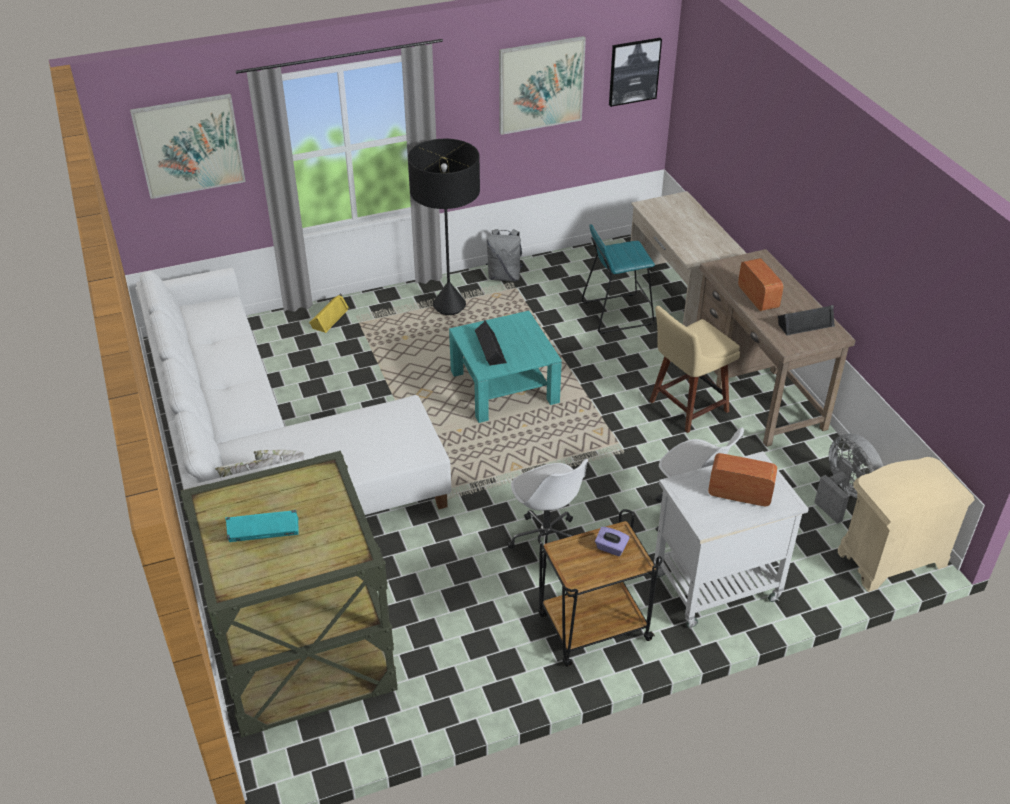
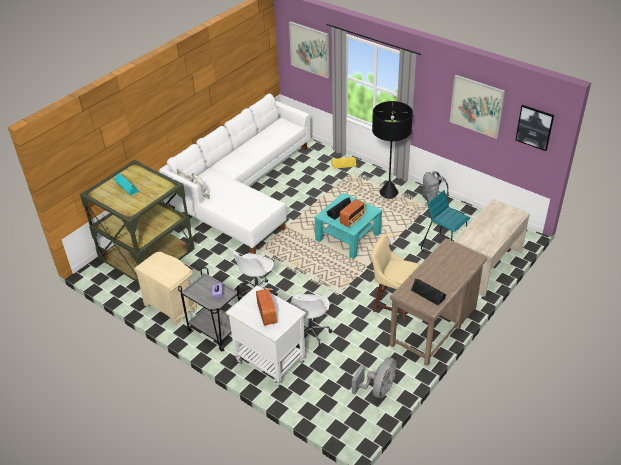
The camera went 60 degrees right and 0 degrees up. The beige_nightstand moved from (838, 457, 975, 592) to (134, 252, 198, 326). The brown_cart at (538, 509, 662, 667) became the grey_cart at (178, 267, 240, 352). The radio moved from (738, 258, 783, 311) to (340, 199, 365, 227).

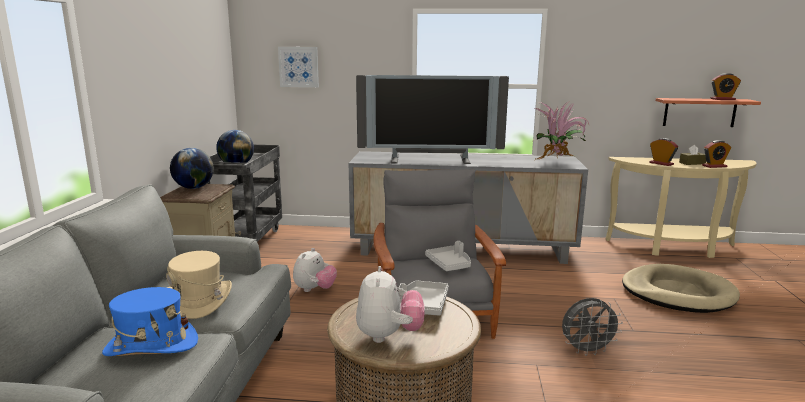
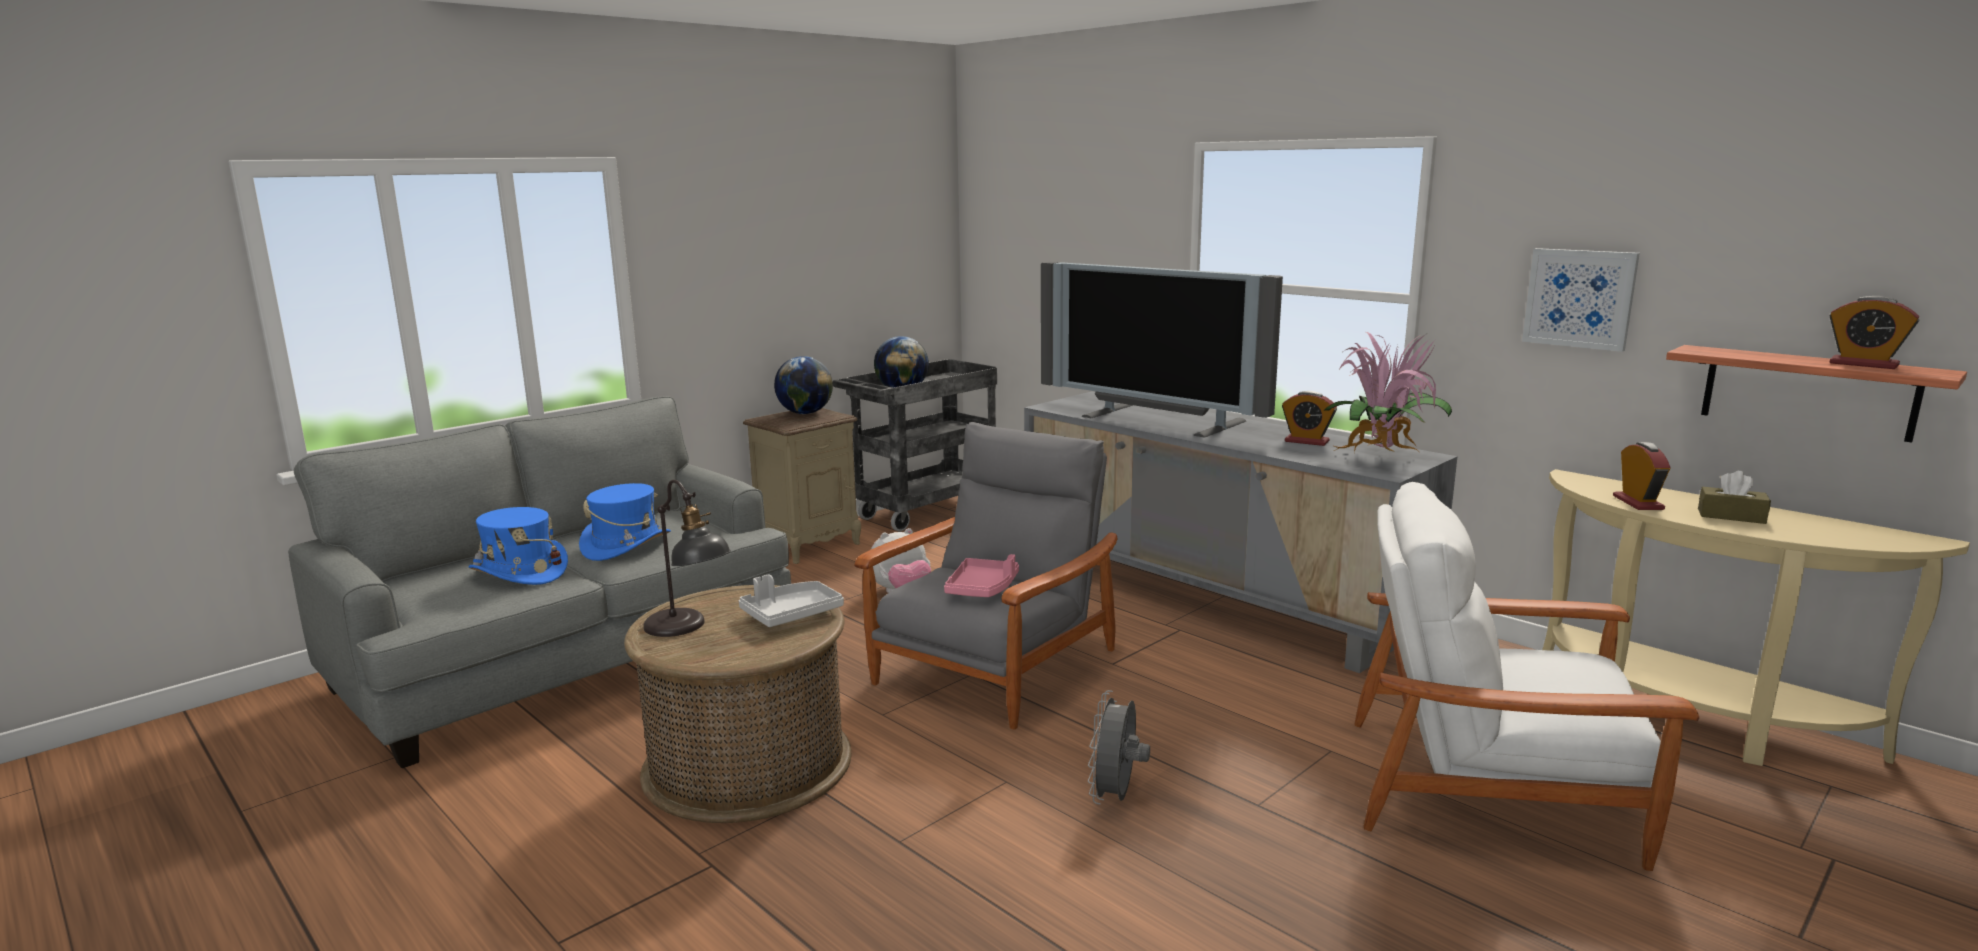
The camera went 40 degrees right and 0 degrees up. The beige_hat at (166, 251, 232, 319) became the blue_hat at (579, 483, 671, 561). The plush_toy at (356, 266, 425, 343) was replaced by the grey_table_lamp at (643, 480, 731, 637). The grey_tray at (425, 241, 471, 271) became the pink_tray at (944, 554, 1019, 597). The grey_fan at (562, 298, 623, 356) turned 75 degrees clockwise. The alarm_clock moved from (702, 140, 731, 168) to (1282, 391, 1337, 446). The beige_dog_bed at (622, 264, 740, 313) was replaced by the white_armchair at (1355, 482, 1699, 871). The picture moved from (278, 47, 319, 87) to (1522, 248, 1640, 352).

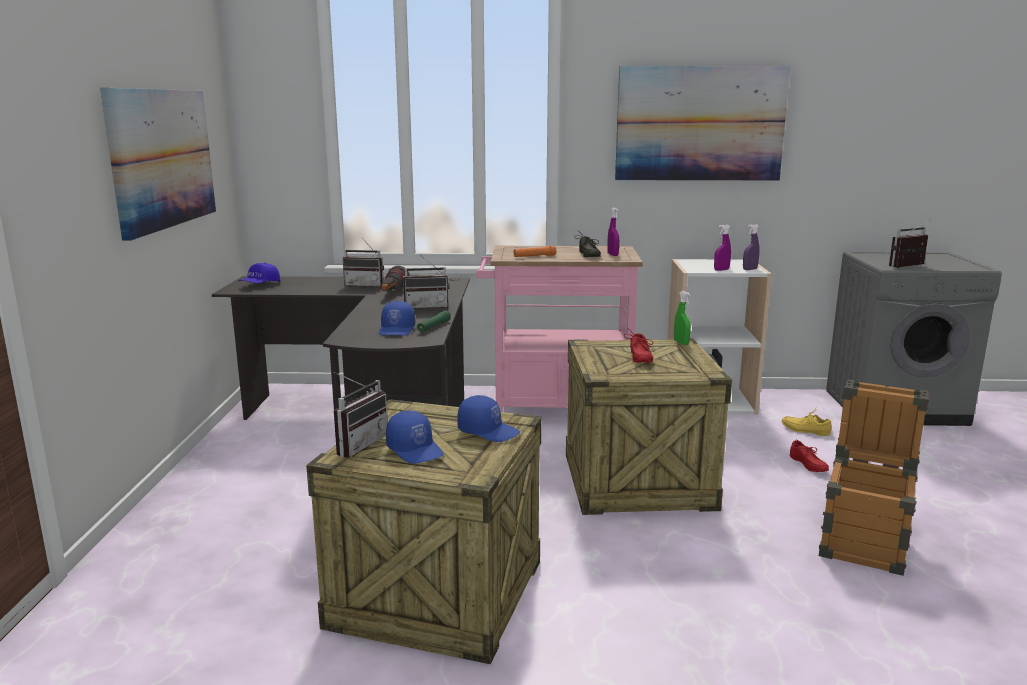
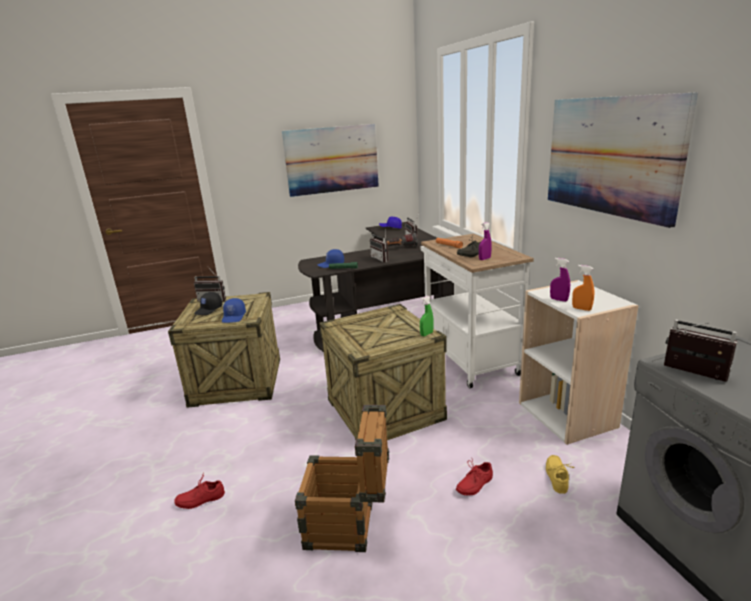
The camera went 70 degrees right and 5 degrees up. The red_shoe moved from (624, 328, 653, 363) to (174, 472, 225, 509). The blue_cap at (386, 411, 444, 464) became the black_cap at (194, 292, 222, 315). The pink_cart at (476, 246, 643, 412) became the white_cart at (420, 234, 534, 388). The purple_spray_bottle at (743, 224, 760, 270) became the orange_spray_bottle at (572, 265, 595, 311).

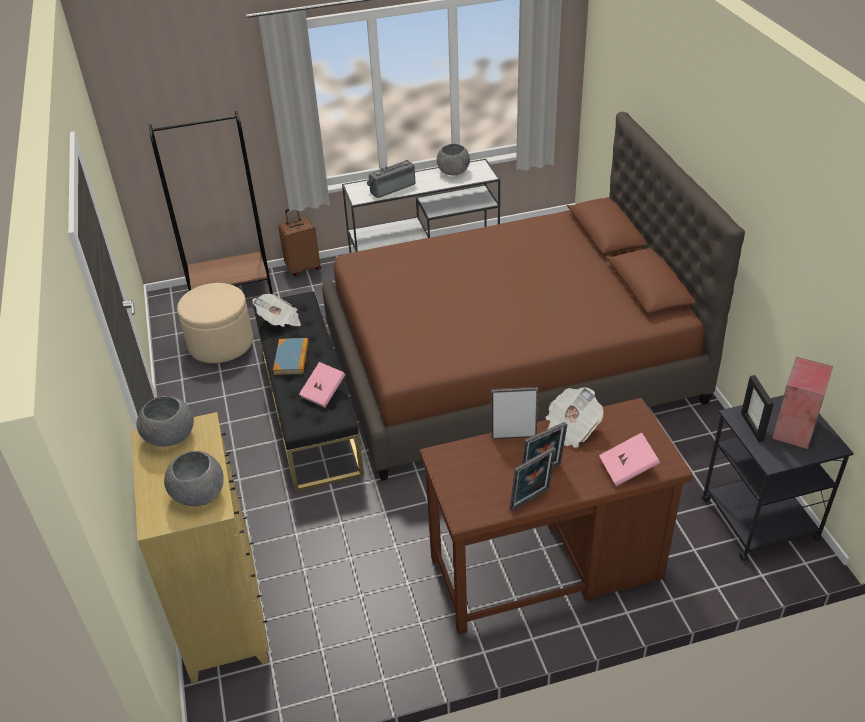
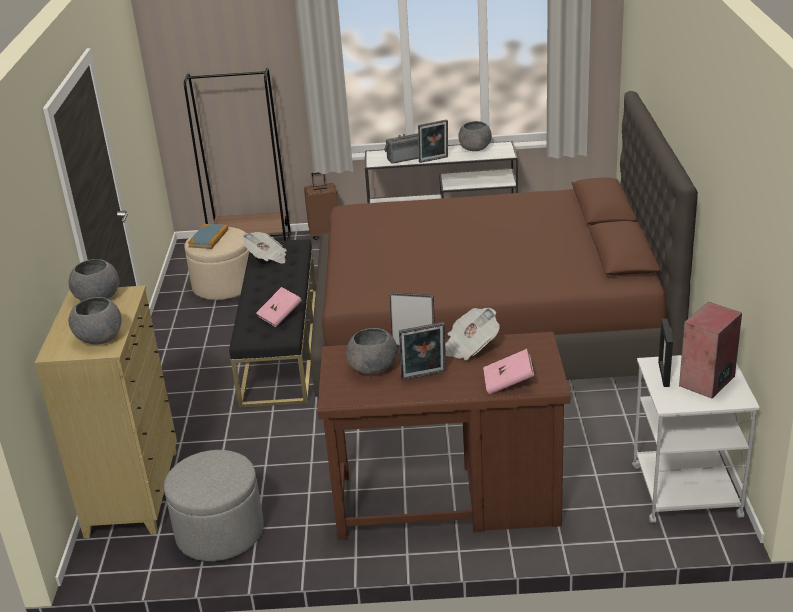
The camera went 15 degrees right and 10 degrees down. The grey_ottoman at (164, 450, 263, 561) appeared. The book moved from (273, 338, 309, 375) to (188, 224, 228, 249). The grey_bowl at (346, 328, 397, 375) appeared. The picture_frame moved from (510, 447, 556, 511) to (418, 119, 448, 163). The black_cart at (701, 395, 854, 561) became the white_cart at (632, 355, 760, 523).

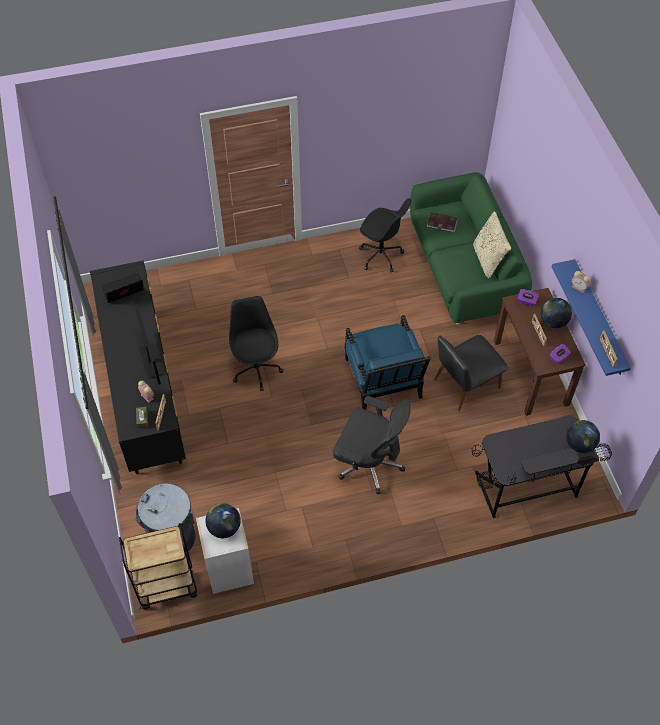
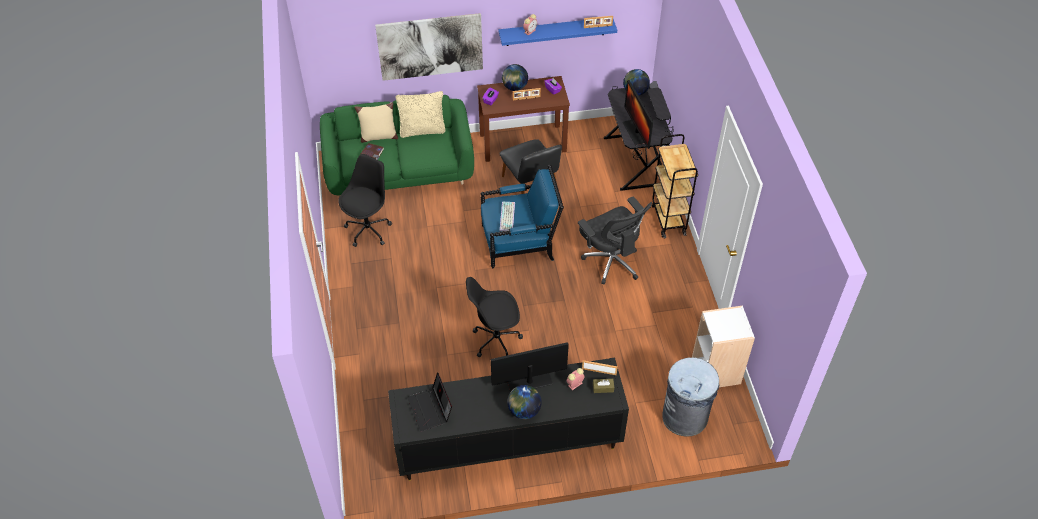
The camera went 85 degrees left and 5 degrees down. The beige_pillow at (354, 102, 398, 143) appeared. The picture at (375, 13, 483, 81) appeared. The keyboard at (499, 202, 515, 231) appeared. The globe moved from (205, 503, 241, 538) to (507, 385, 542, 419). The office_chair at (333, 396, 411, 494) turned 120 degrees clockwise. The monitor at (623, 80, 653, 149) appeared. The brown_cart moved from (119, 523, 197, 610) to (652, 134, 698, 238).

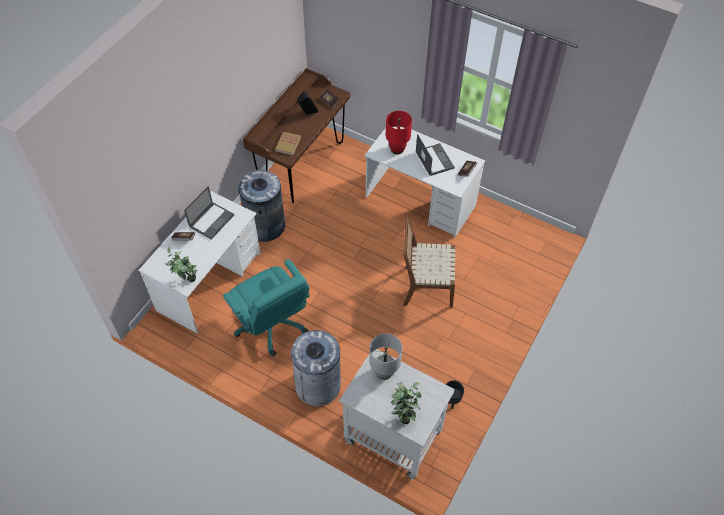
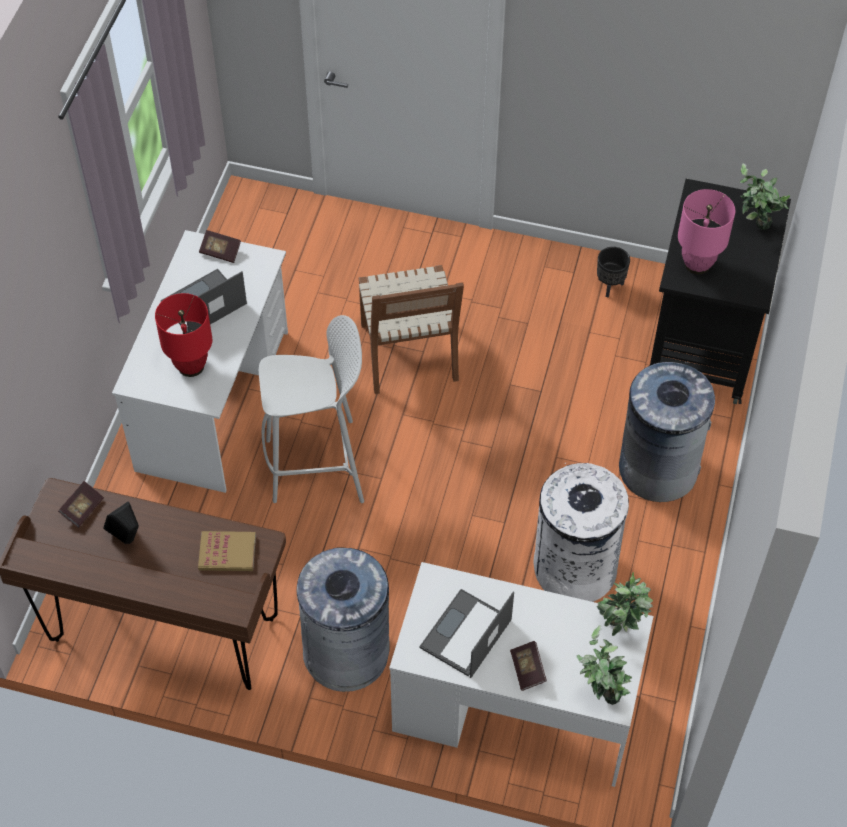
The camera went 105 degrees left and 0 degrees up. The white_stool at (259, 315, 364, 503) appeared. The laptop at (184, 186, 234, 240) turned 75 degrees counterclockwise. The turquoise_office_chair at (223, 259, 310, 357) was replaced by the white_trash_can at (533, 462, 629, 602). The potted_plant at (577, 625, 632, 705) appeared. The white_cart at (339, 349, 455, 480) became the black_cart at (650, 179, 791, 404). The white_table_lamp at (369, 334, 402, 380) became the pink_table_lamp at (678, 189, 735, 274).

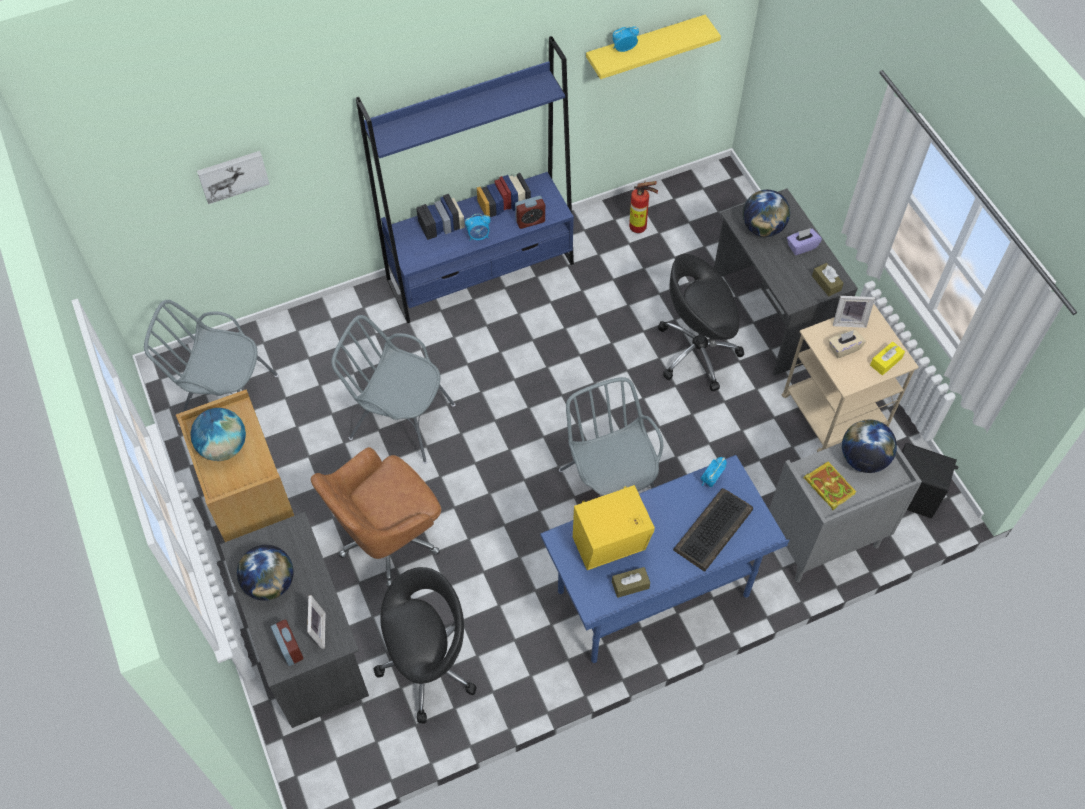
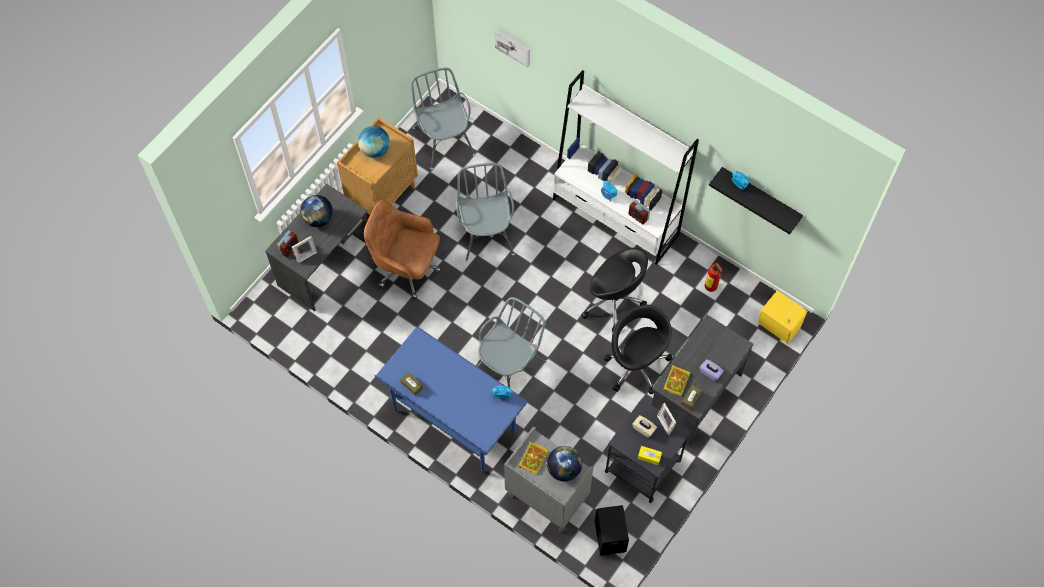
The camera went 60 degrees right and 5 degrees up. The blue_bookcase at (356, 36, 574, 323) became the white_bookcase at (553, 70, 699, 265). The black_office_chair moved from (374, 567, 477, 724) to (582, 248, 648, 332). The beige_cart at (782, 304, 919, 452) became the black_cart at (605, 399, 691, 503). The book at (663, 365, 690, 396) appeared. The yellow_shelf at (586, 15, 721, 79) became the black_shelf at (709, 167, 803, 235). The yellow_speaker moved from (573, 485, 655, 570) to (758, 290, 807, 344). The keyboard at (673, 488, 753, 572) disappeared. The globe at (743, 190, 790, 237) disappeared.

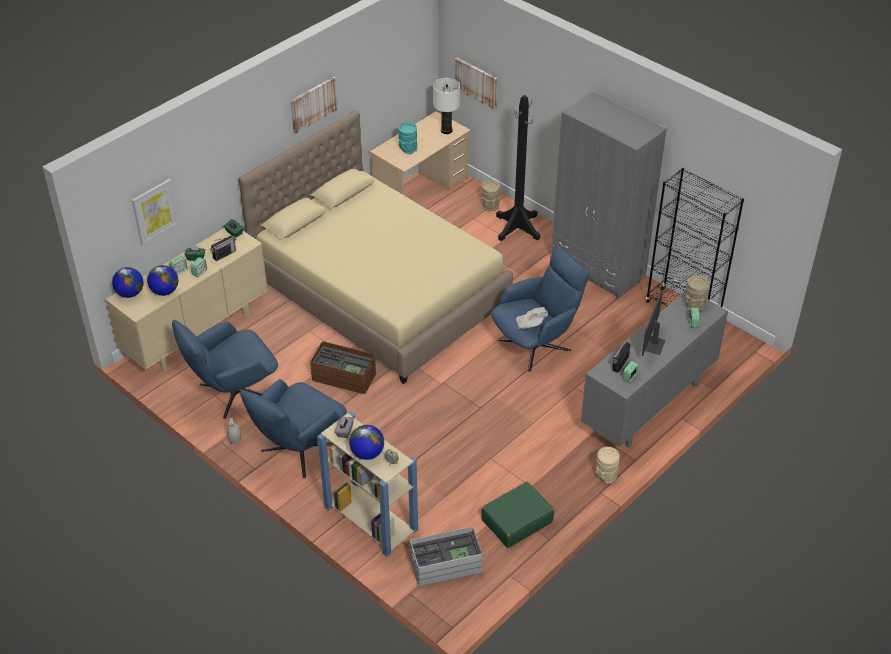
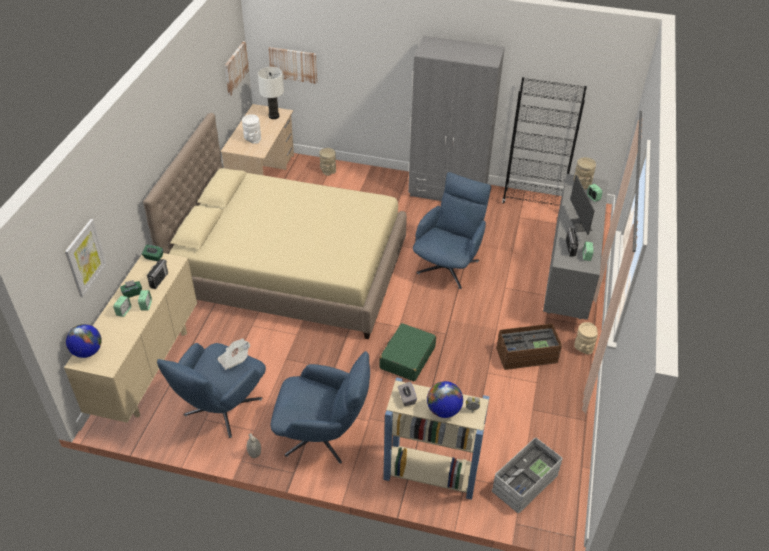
The camera went 30 degrees left and 0 degrees up. The newspaper moved from (516, 307, 548, 329) to (218, 338, 250, 370). The picture moved from (291, 77, 338, 134) to (224, 41, 249, 96). The turquoise_vase at (398, 122, 417, 154) became the white_vase at (242, 114, 261, 144). The blue_armchair at (240, 379, 347, 478) turned 90 degrees counterclockwise. The green_suitcase moved from (481, 482, 554, 548) to (379, 323, 436, 381). The brown_storage_box moved from (310, 341, 376, 394) to (496, 324, 562, 370). The globe at (147, 265, 178, 296) disappeared. The black_clothes_rack at (496, 95, 540, 241) disappeared.

